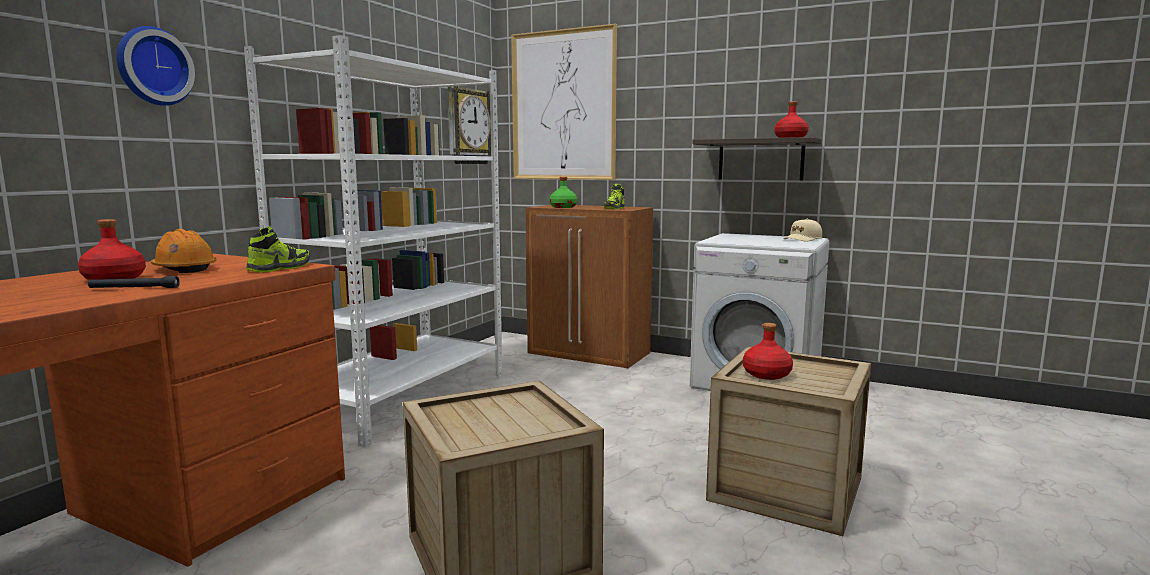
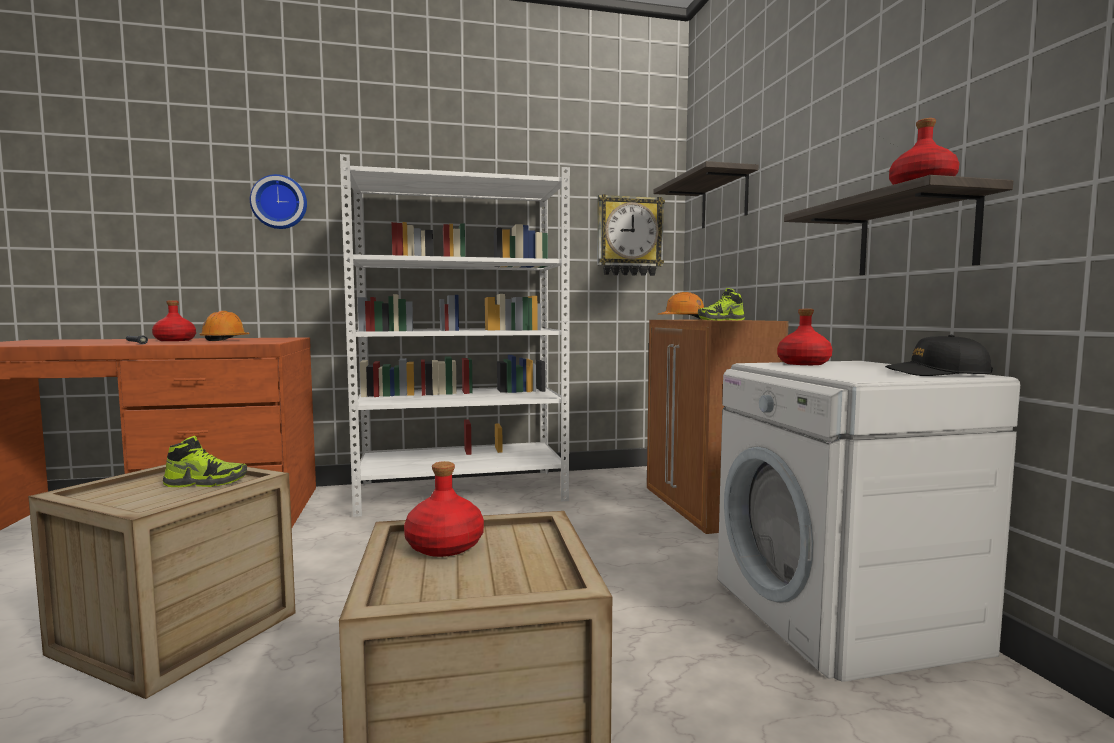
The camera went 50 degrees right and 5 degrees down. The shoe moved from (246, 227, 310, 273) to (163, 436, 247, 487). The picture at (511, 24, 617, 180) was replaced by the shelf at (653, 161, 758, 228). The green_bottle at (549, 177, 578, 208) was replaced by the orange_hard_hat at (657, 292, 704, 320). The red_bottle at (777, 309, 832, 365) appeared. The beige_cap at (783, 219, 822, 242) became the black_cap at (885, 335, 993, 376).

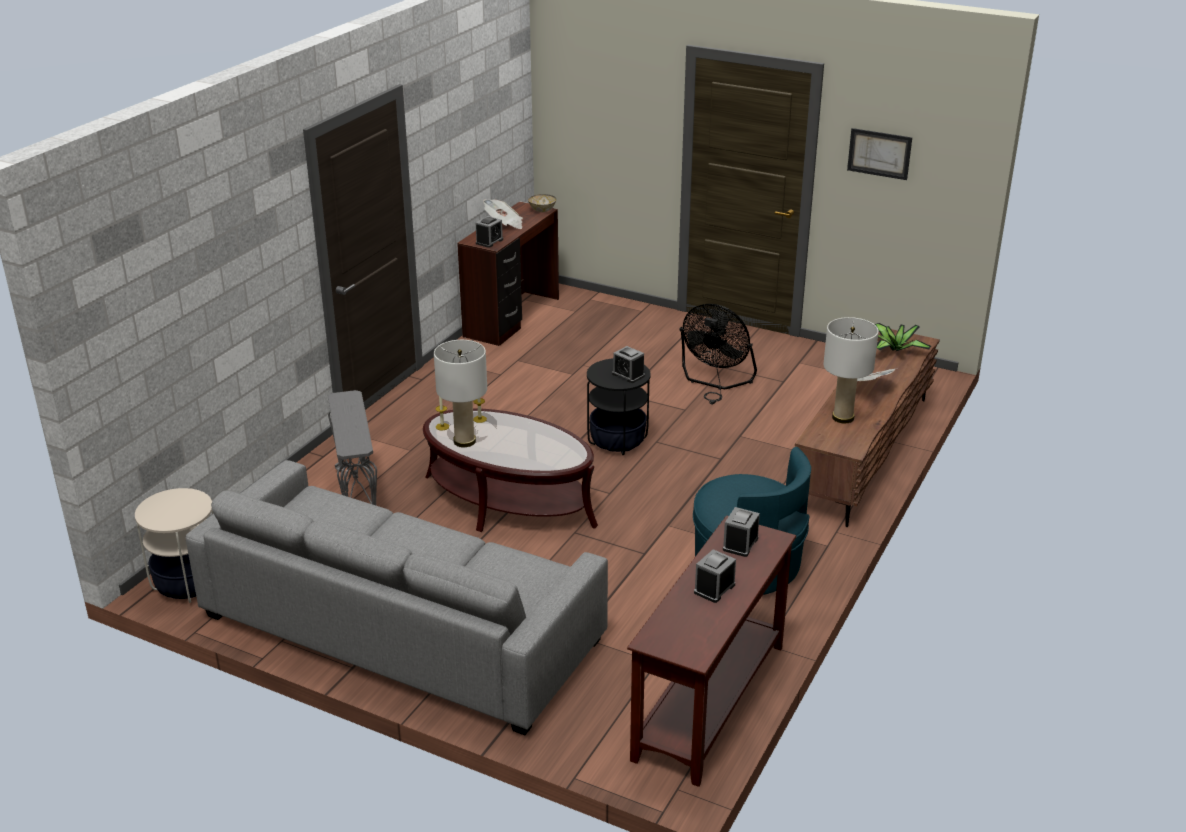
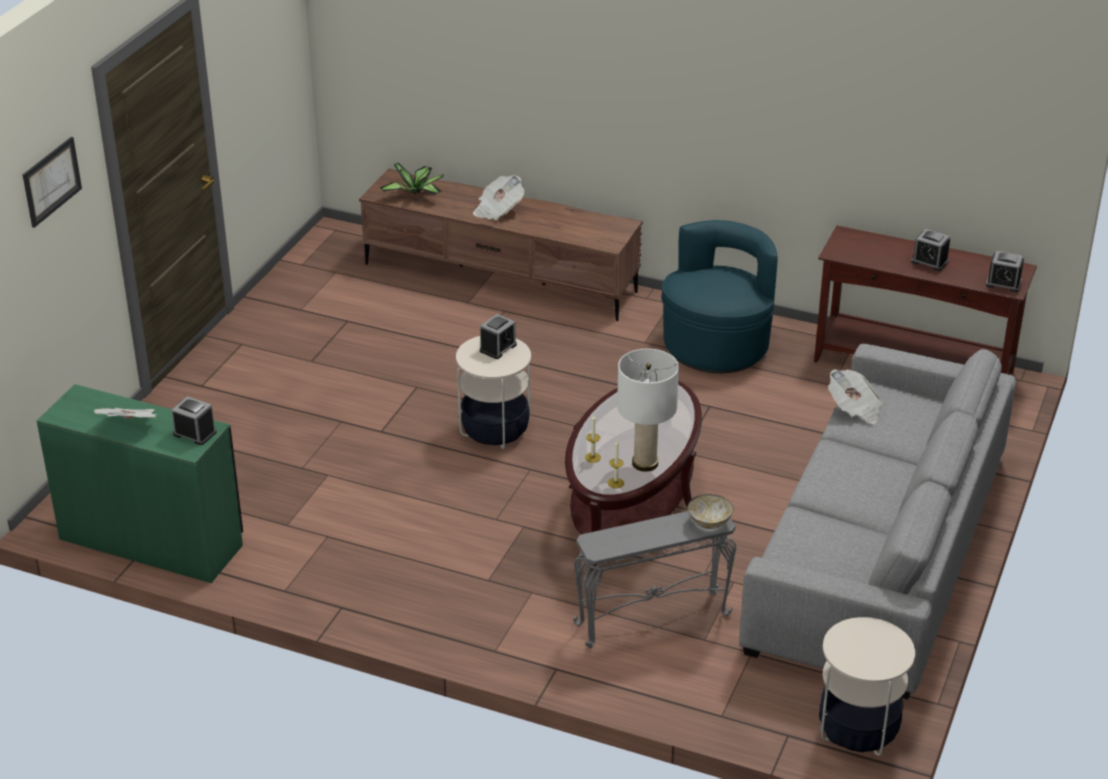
The camera went 95 degrees left and 5 degrees up. The picture moved from (847, 128, 912, 180) to (23, 137, 82, 228). The brown_desk at (457, 202, 559, 346) became the green_desk at (36, 384, 243, 583). The black_side_table at (587, 358, 651, 455) became the beige_side_table at (456, 336, 531, 449). The bowl moved from (528, 194, 557, 212) to (687, 494, 734, 529). The newspaper at (828, 369, 883, 424) appeared. The alarm_clock moved from (723, 507, 760, 557) to (986, 251, 1024, 292). The black_fan at (679, 304, 757, 405) disappeared. The white_table_lamp at (824, 317, 879, 423) disappeared.

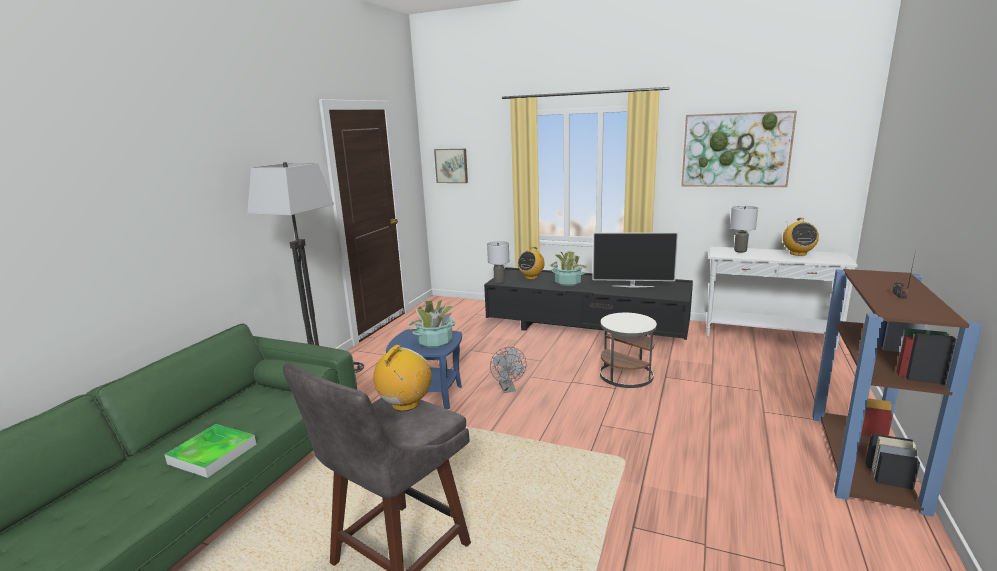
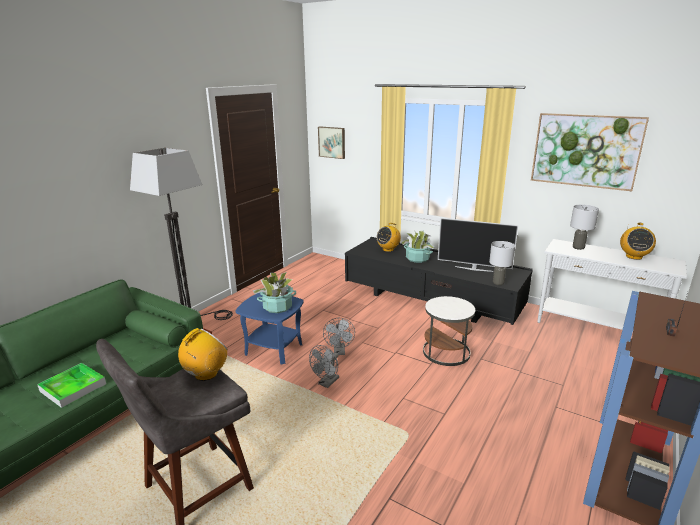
The camera went 10 degrees right and 5 degrees up. The grey_fan at (309, 345, 339, 388) appeared. The white_table_lamp moved from (487, 241, 509, 284) to (489, 241, 515, 285).

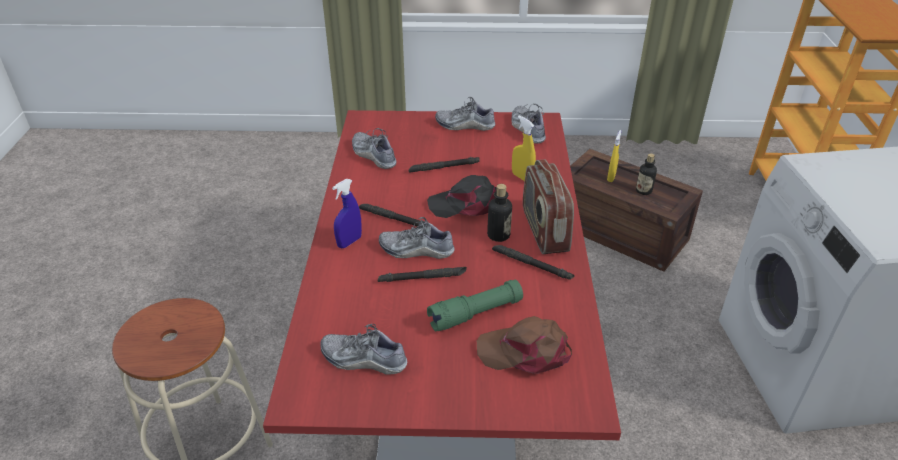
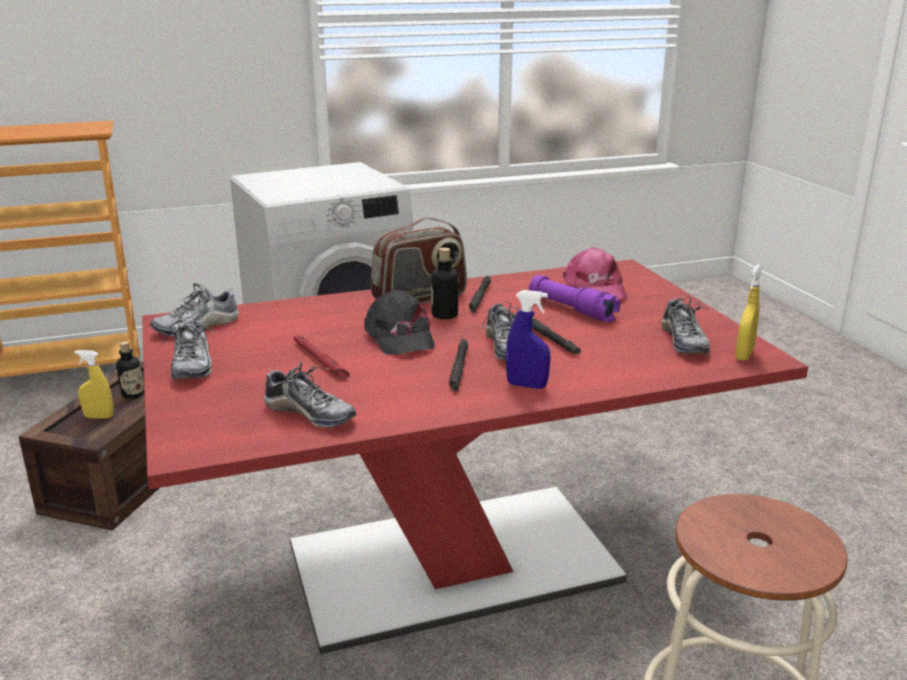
The camera went 110 degrees left and 15 degrees down. The shoe at (352, 128, 397, 169) turned 90 degrees counterclockwise. The black_flashlight at (409, 157, 480, 173) became the red_flashlight at (293, 335, 349, 379). The green_flashlight at (427, 280, 523, 331) became the purple_flashlight at (529, 275, 620, 322). The brown_cap at (477, 316, 572, 374) became the pink_cap at (562, 247, 627, 299). The yellow_spray_bottle moved from (512, 116, 536, 181) to (735, 265, 762, 361).

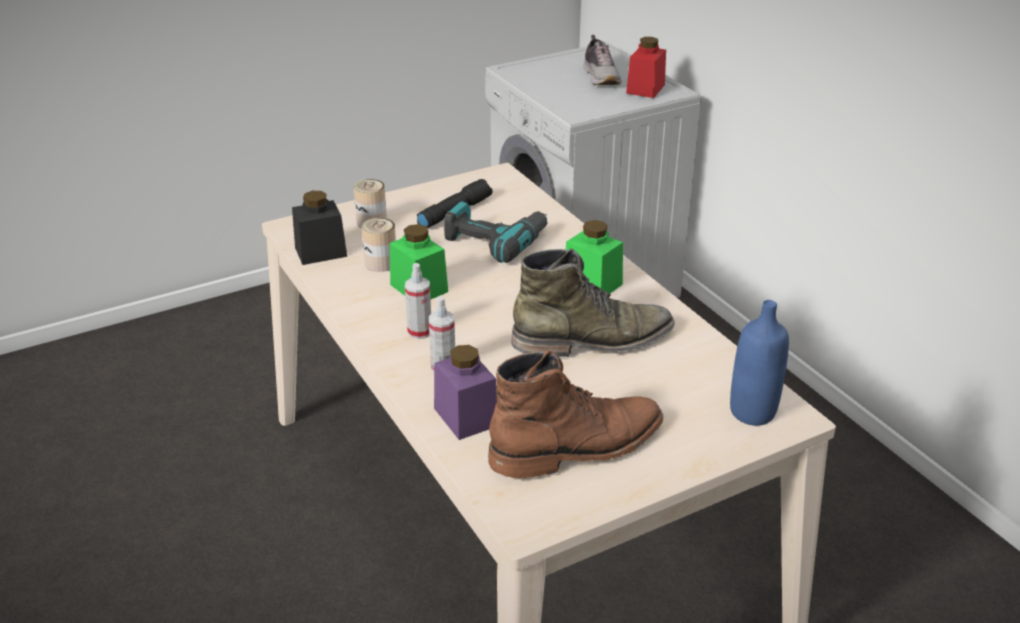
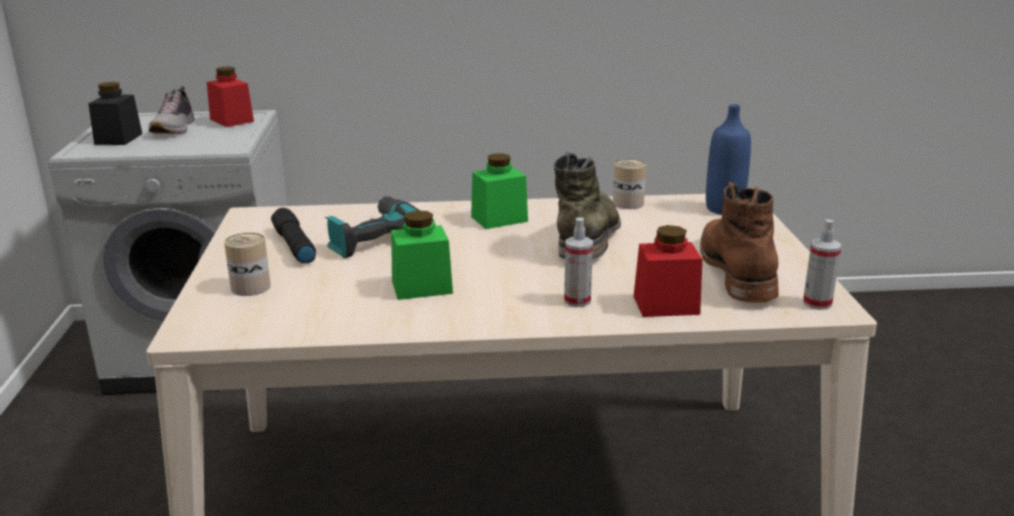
The camera went 65 degrees left and 10 degrees down. The black_jar moved from (292, 191, 347, 265) to (88, 82, 142, 145). The shoe at (583, 35, 622, 85) turned 75 degrees clockwise. The can moved from (362, 218, 396, 272) to (613, 159, 646, 209). The purple_jar at (434, 345, 497, 440) became the red_jar at (633, 225, 702, 317). The spray_bottle moved from (405, 263, 431, 339) to (803, 219, 841, 310).

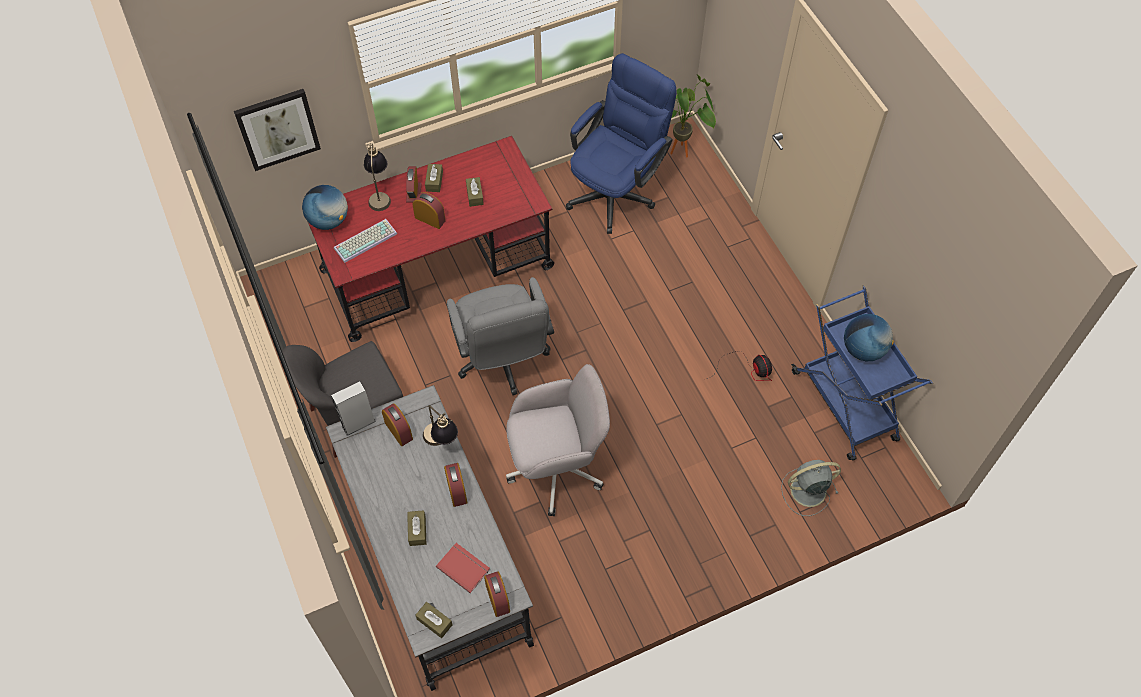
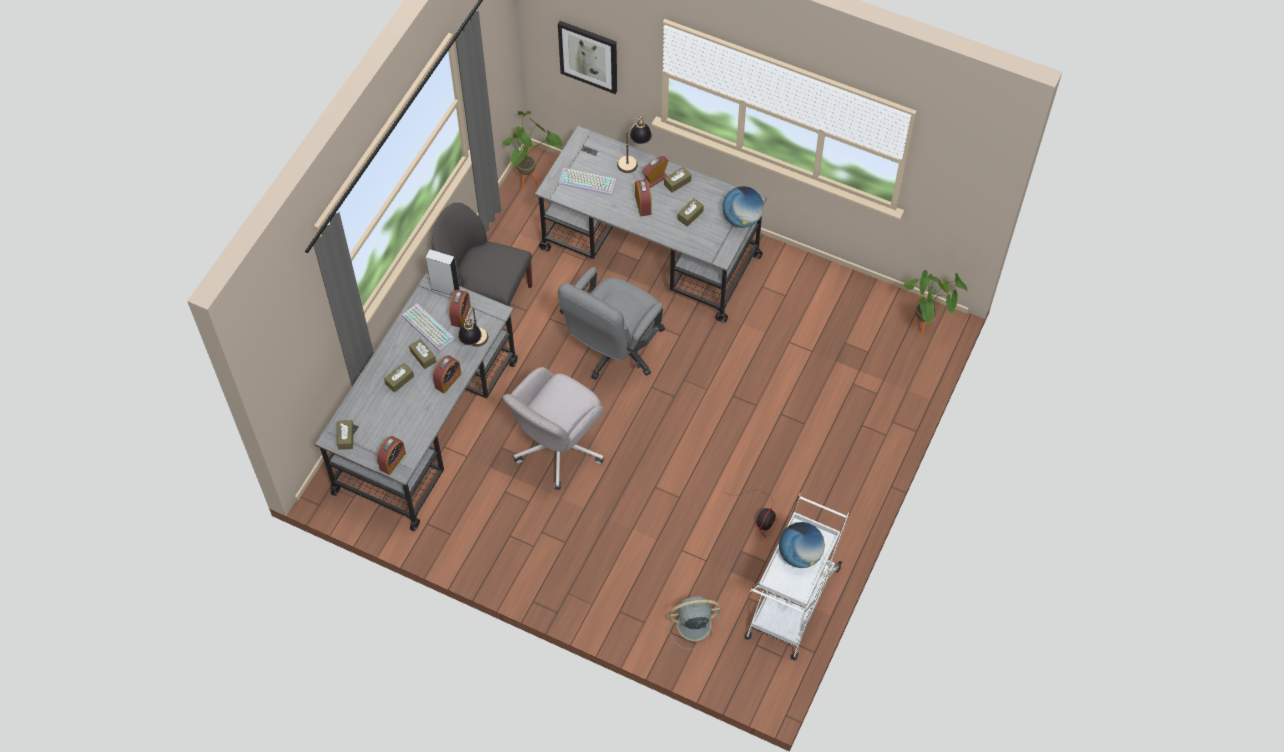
The camera went 50 degrees right and 0 degrees up. The keyboard at (402, 304, 455, 351) appeared. The brown_tissue_box at (409, 339, 436, 369) appeared. The potted_plant at (502, 111, 562, 191) appeared. The grey_office_chair at (506, 364, 610, 516) turned 90 degrees clockwise. The red_desk at (307, 136, 554, 342) became the grey_desk at (535, 126, 767, 322). The grey_fan at (781, 460, 841, 516) turned 45 degrees counterclockwise. The globe moved from (302, 185, 348, 230) to (722, 186, 764, 228). The blue_cart at (791, 285, 933, 461) became the white_cart at (745, 492, 849, 660). The red_book at (436, 543, 490, 593) disappeared. The blue_office_chair at (566, 53, 676, 234) disappeared.

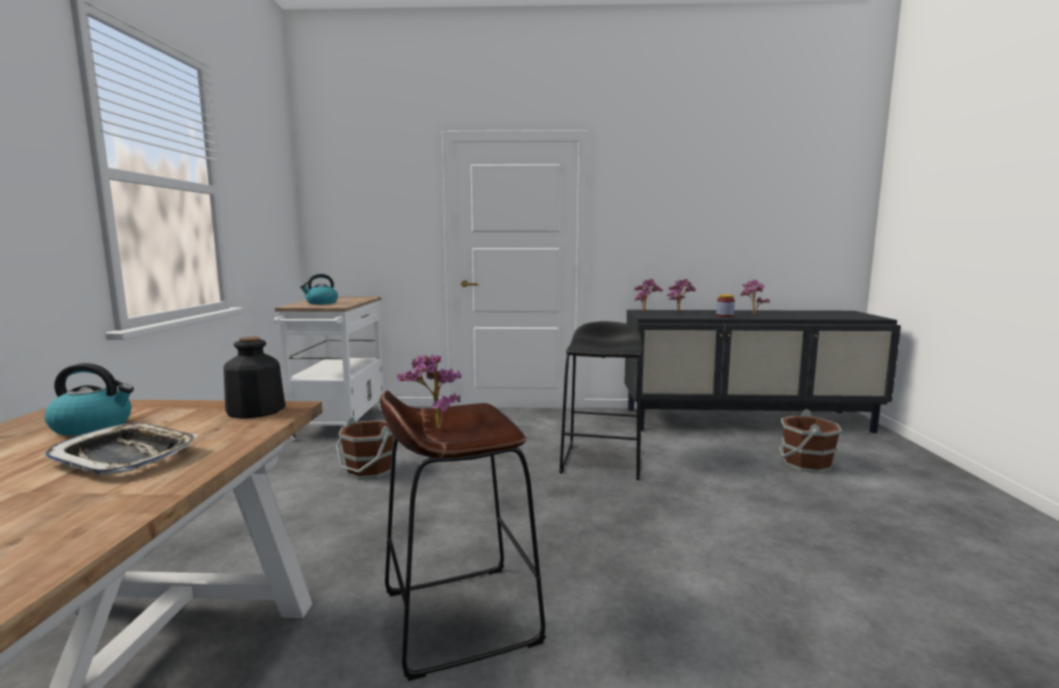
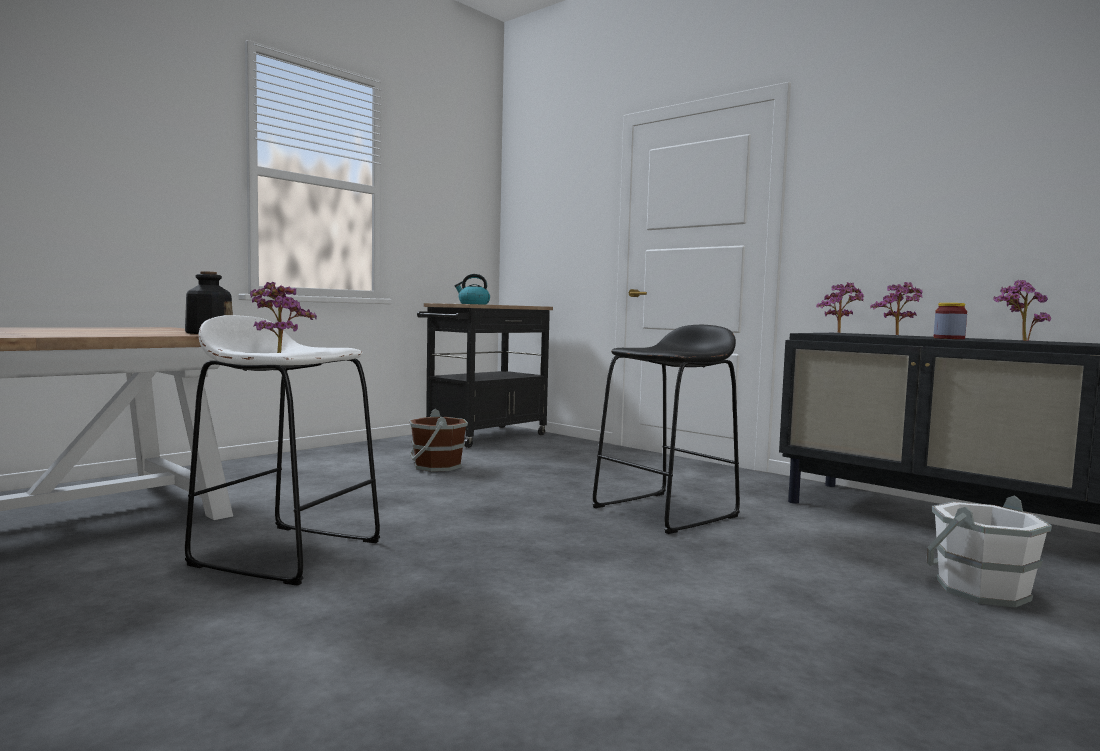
The camera went 40 degrees right and 5 degrees down. The brown_stool at (380, 390, 546, 681) became the white_stool at (185, 315, 380, 586). The white_cart at (274, 297, 383, 441) became the black_cart at (417, 303, 553, 448). The brown_bucket at (779, 409, 842, 473) became the white_bucket at (927, 496, 1052, 607). The tray at (42, 423, 199, 475) disappeared. The kettle at (45, 363, 134, 436) disappeared.

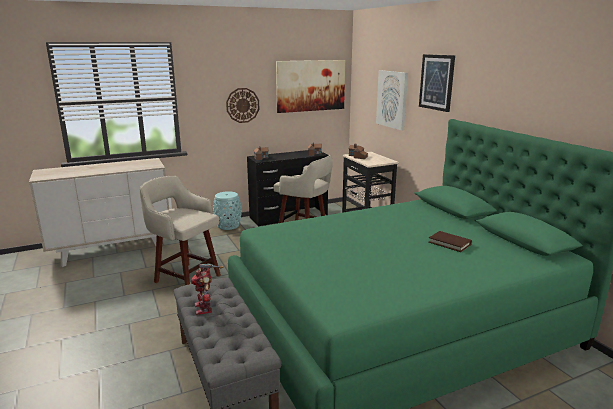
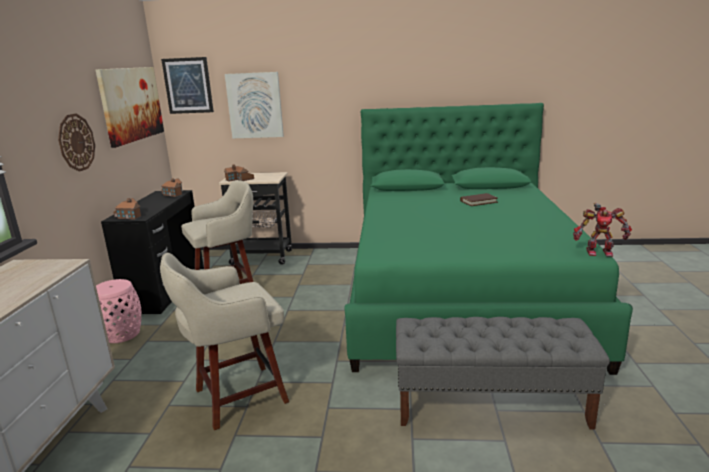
The camera went 60 degrees left and 0 degrees up. The turquoise_stool at (213, 191, 242, 230) became the pink_stool at (96, 279, 141, 343). The picture moved from (419, 54, 455, 112) to (161, 57, 214, 114). The toy_robot moved from (191, 264, 223, 315) to (573, 203, 632, 257).

